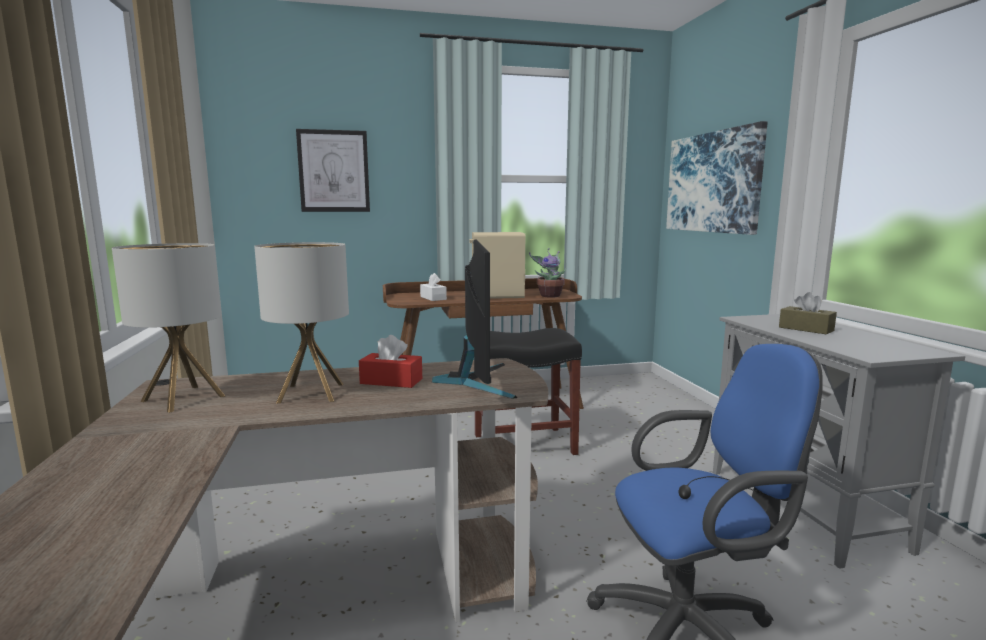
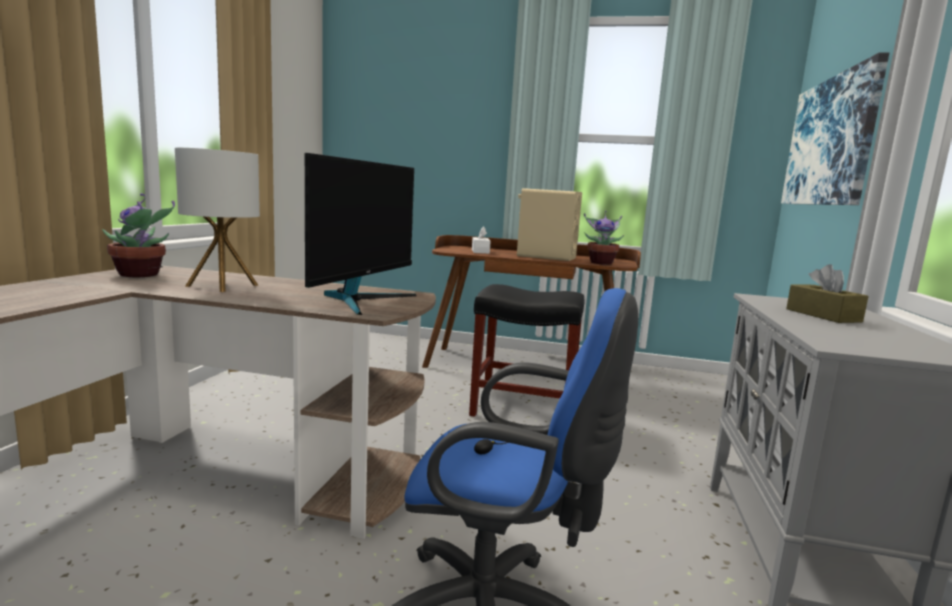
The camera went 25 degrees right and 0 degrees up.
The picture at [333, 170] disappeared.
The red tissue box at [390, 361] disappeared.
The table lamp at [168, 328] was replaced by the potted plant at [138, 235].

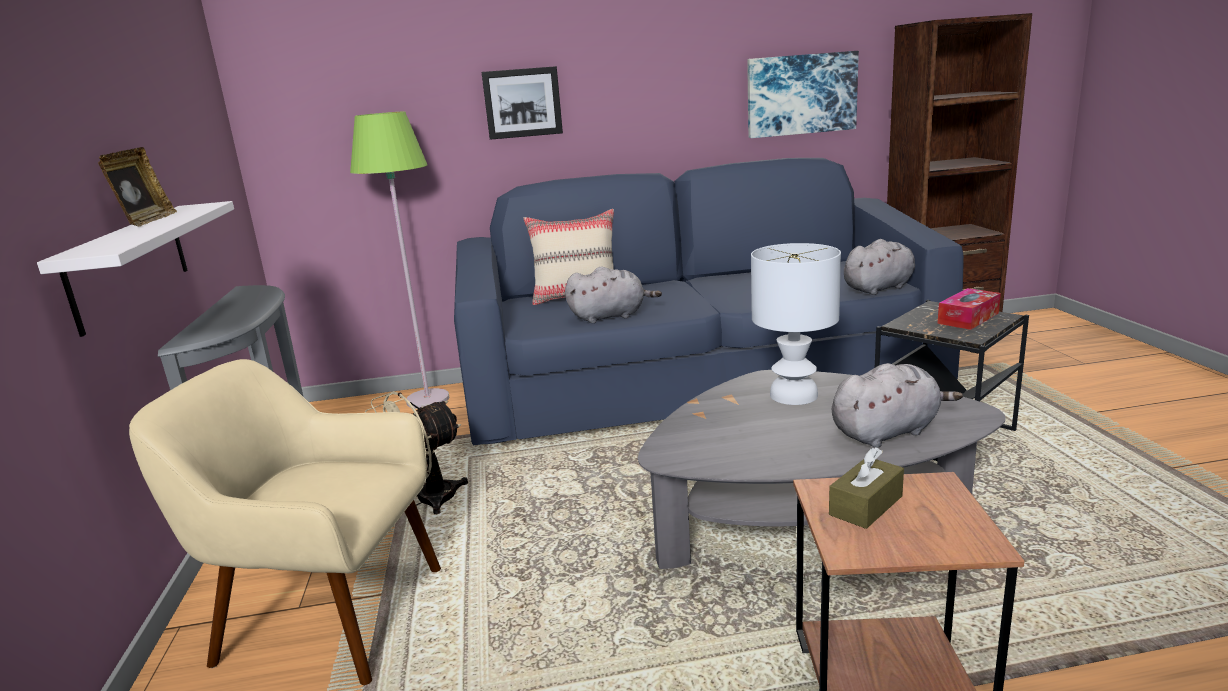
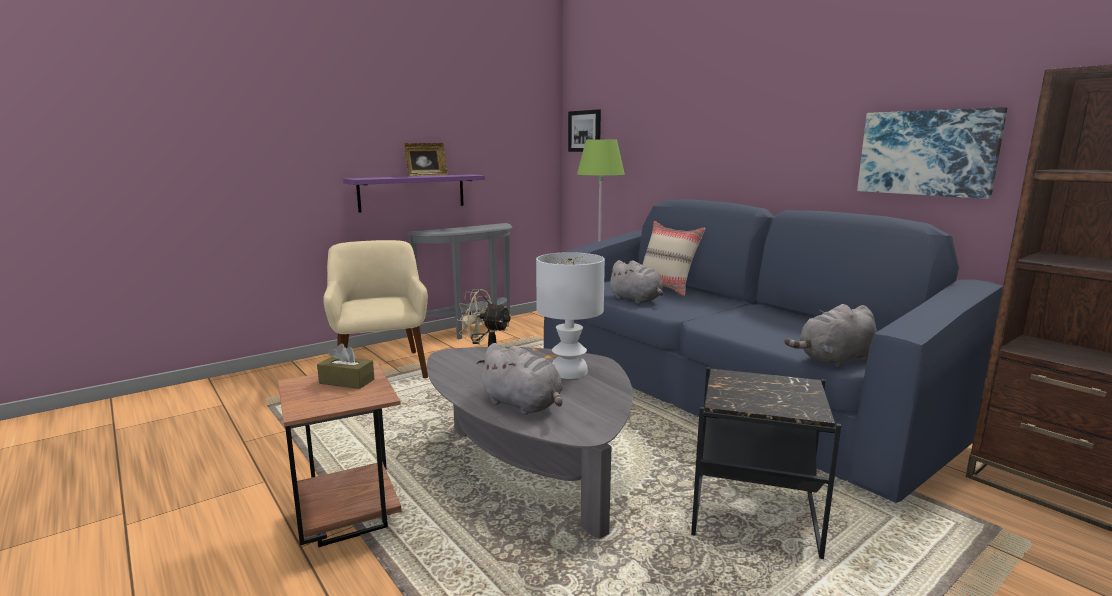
The camera went 60 degrees right and 5 degrees down.
The tissue box at [969, 309] disappeared.
The picture moved from [522, 103] to [584, 130].
The white shelf at [135, 269] became the purple shelf at [414, 193].
The grey plush toy at [879, 267] turned 120 degrees clockwise.

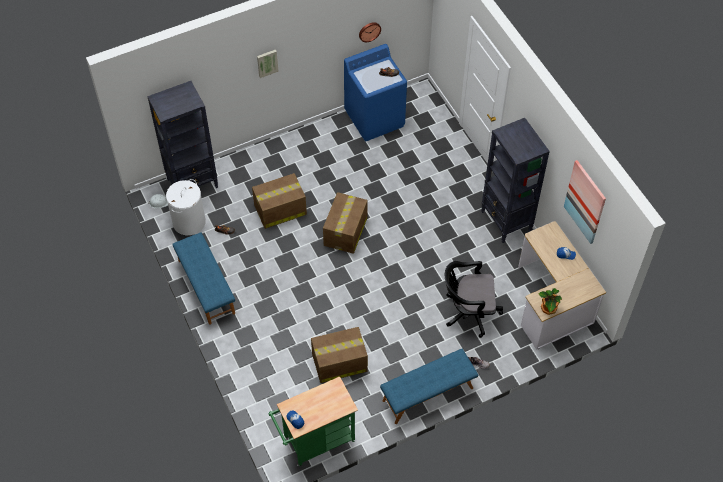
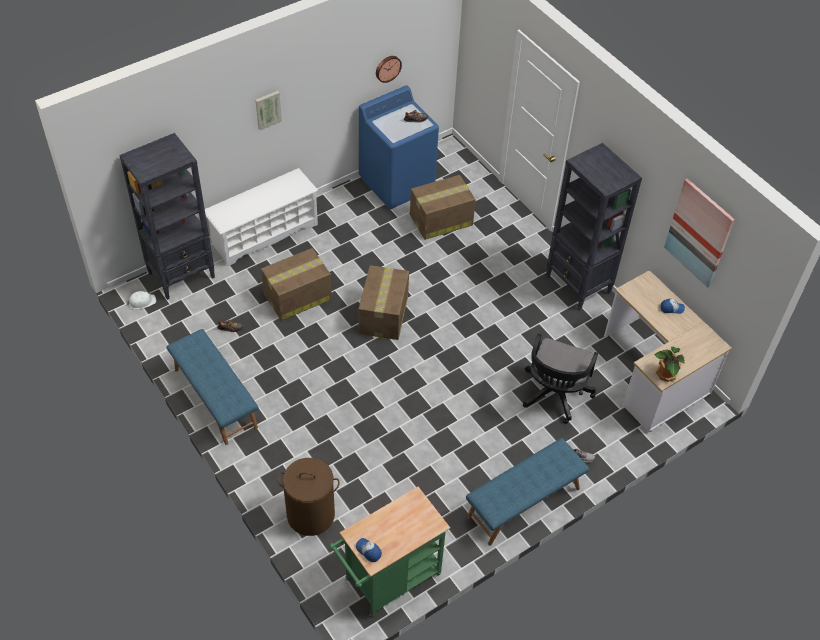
The camera went 10 degrees left and 5 degrees down.
The white laundry basket at [186, 207] disappeared.
The white shoe rack at [261, 217] appeared.
The brown laundry basket at [308, 497] appeared.
The cardboard box moved from [339, 355] to [443, 207].
The black office chair at [474, 299] turned 60 degrees counterclockwise.

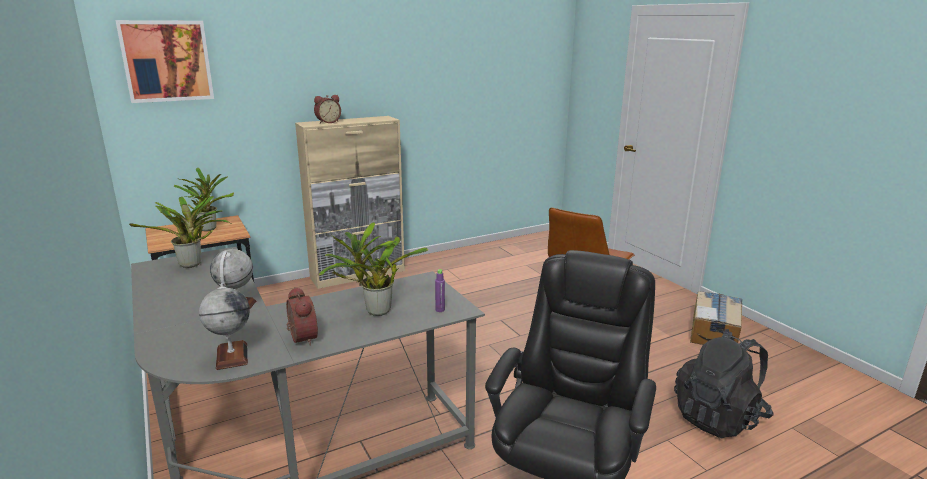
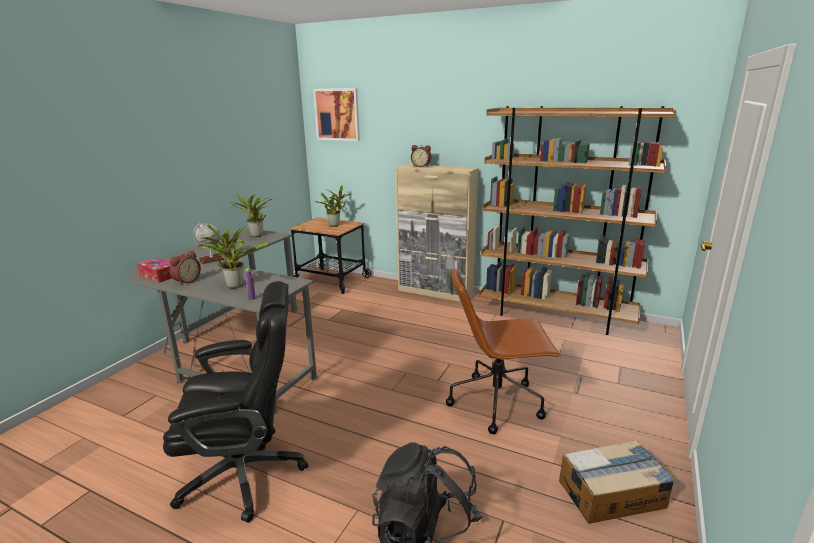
The camera went 55 degrees right and 0 degrees up.
The brown bookcase at [577, 220] appeared.
The globe at [224, 326] was replaced by the tissue box at [154, 270].

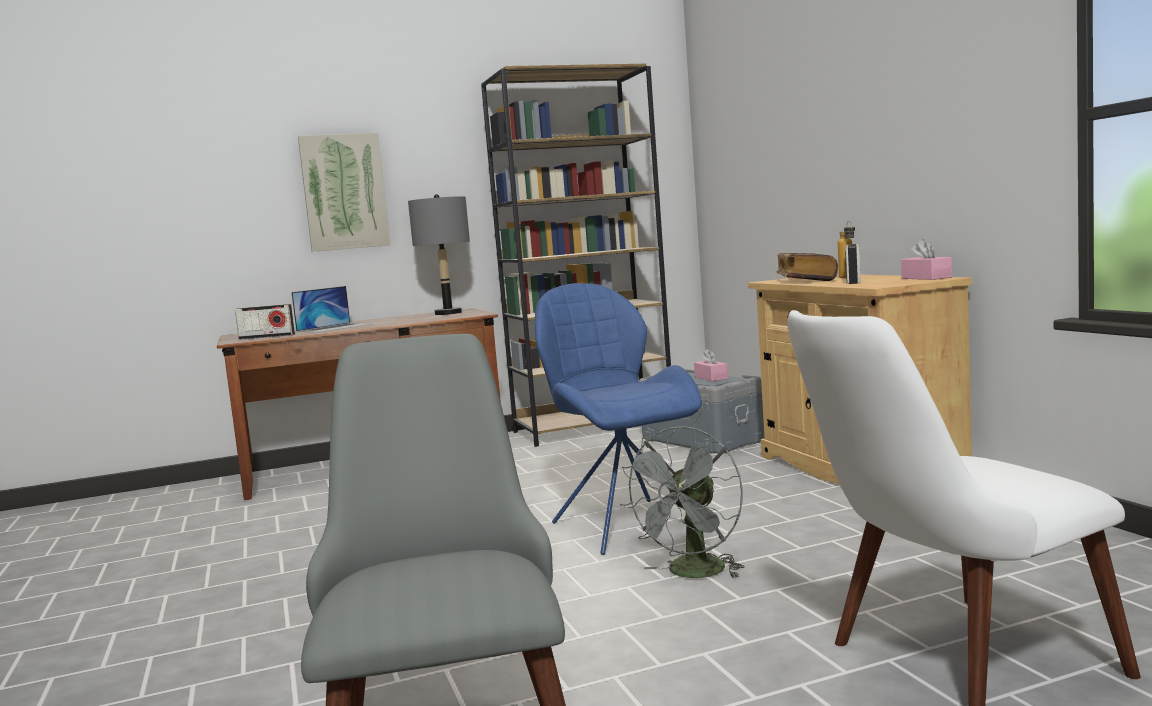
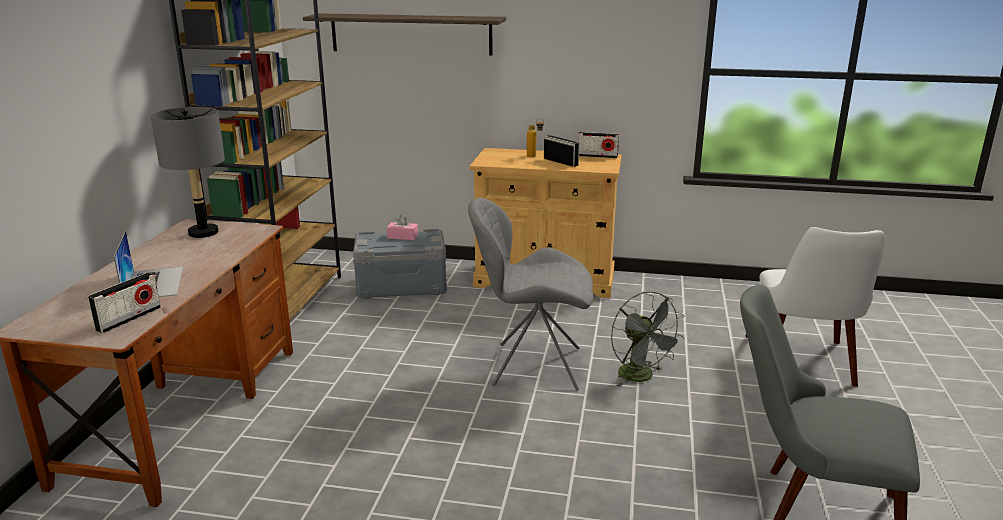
The camera went 60 degrees left and 15 degrees up.
The picture at [344, 192] disappeared.
The book at [807, 267] disappeared.
The shelf at [404, 34] appeared.
The pink tissue box at [926, 259] was replaced by the radio at [598, 145].
The blue chair at [618, 419] became the grey chair at [530, 294].

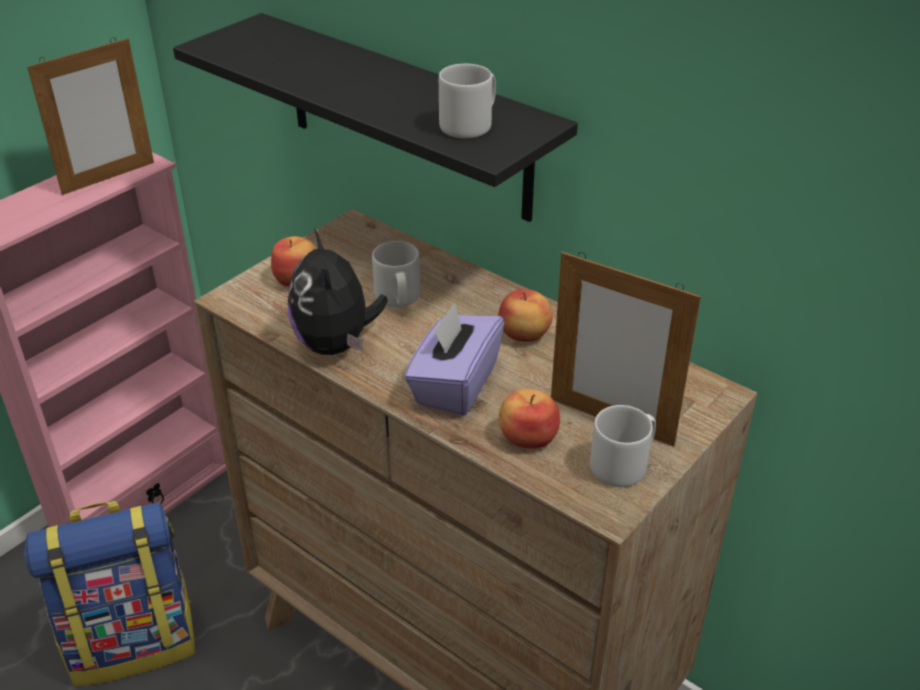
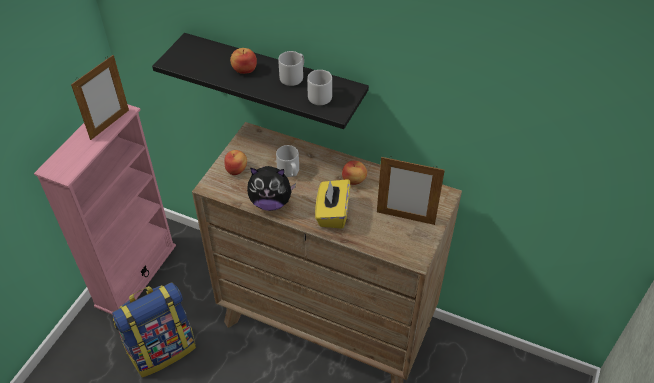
The camera went 15 degrees left and 10 degrees up.
The apple moved from [529, 419] to [243, 61].
The grey mug moved from [623, 446] to [291, 68].
The purple tissue box at [454, 359] became the yellow tissue box at [332, 204].
The plush toy at [337, 292] turned 60 degrees counterclockwise.

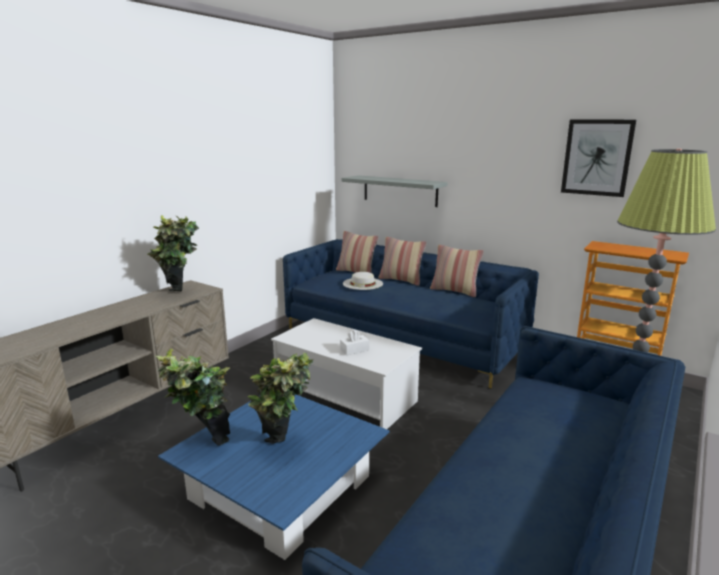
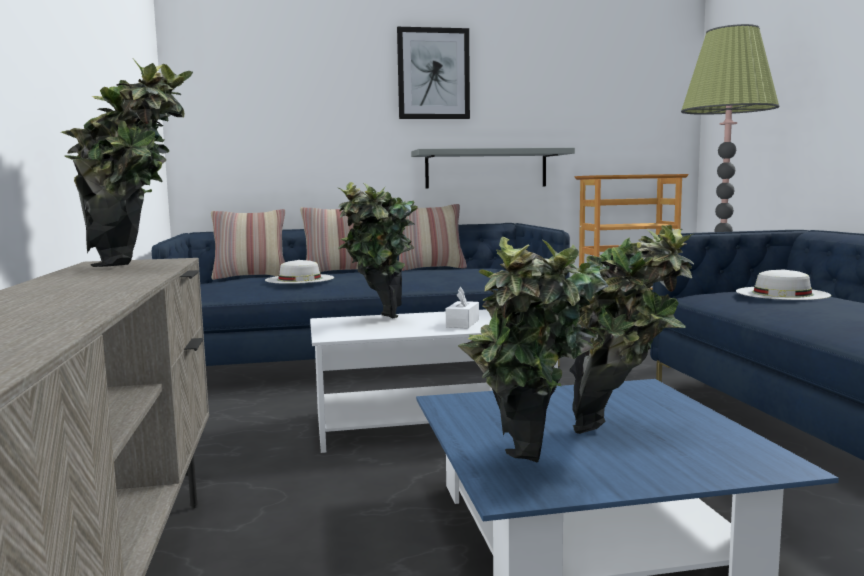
The camera went 45 degrees left and 10 degrees down.
The potted plant at [378, 250] appeared.
The white hat at [783, 284] appeared.
The grey shelf moved from [395, 191] to [493, 168].
The picture moved from [598, 158] to [433, 73].

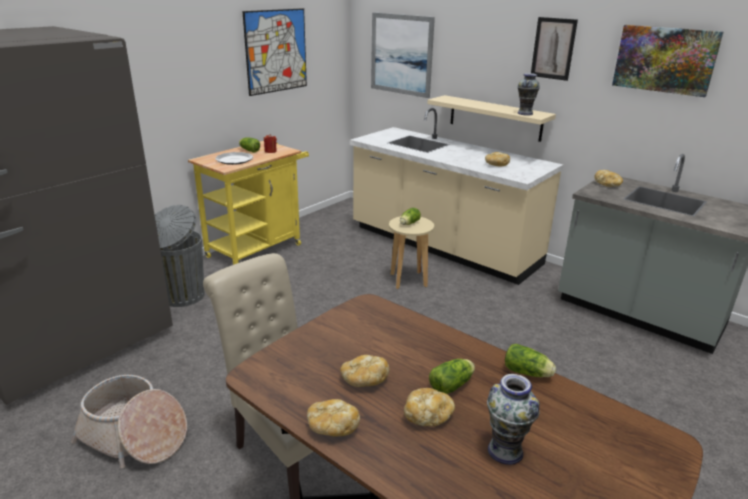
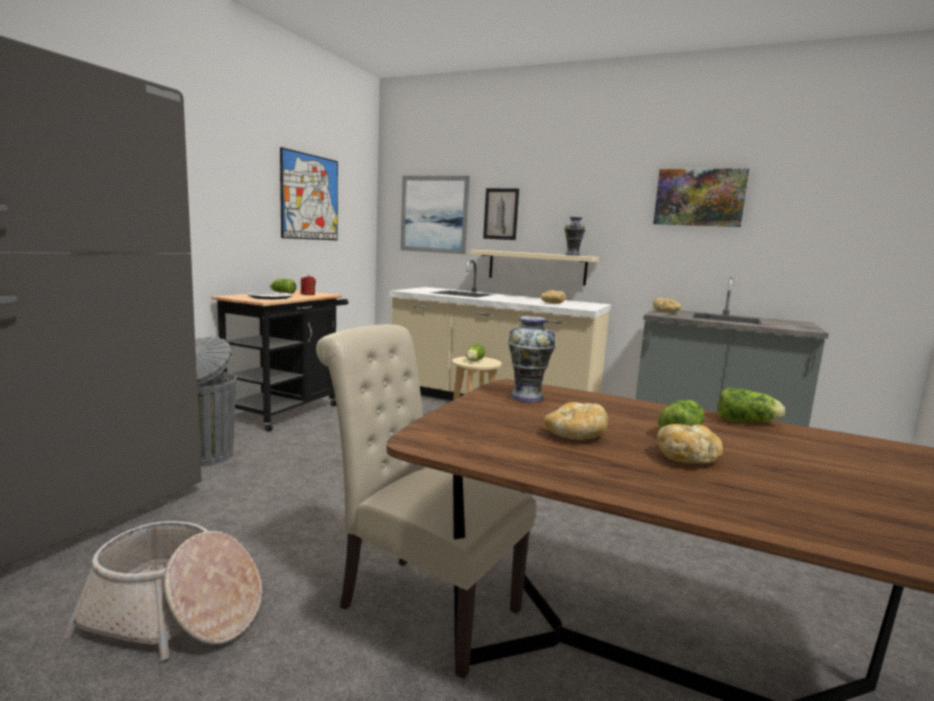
The camera went 15 degrees left and 15 degrees down.
The bread at [333, 418] disappeared.
The vase moved from [513, 419] to [531, 359].
The picture moved from [554, 49] to [501, 214].
The yellow cart at [248, 203] became the black cart at [279, 361].

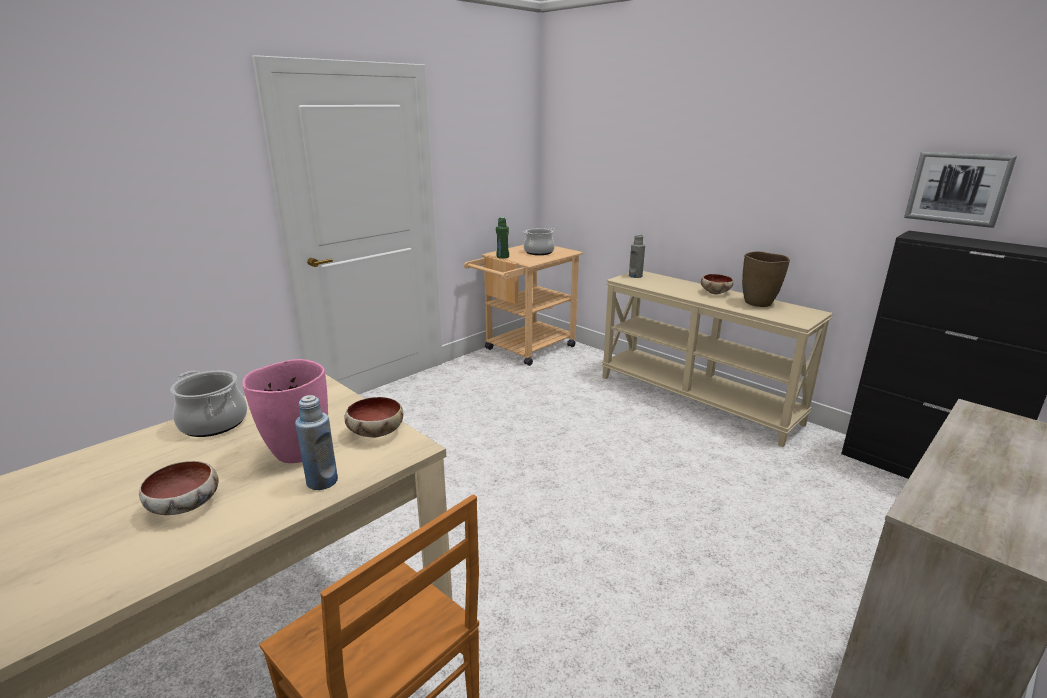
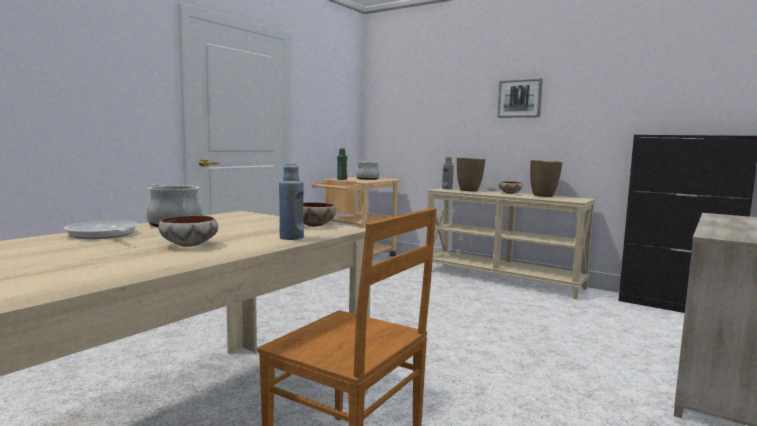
The camera went 10 degrees left and 15 degrees down.
The pink vase at [285, 411] disappeared.
The frying pan at [101, 230] appeared.
The brown vase at [471, 175] appeared.
The picture moved from [960, 189] to [520, 98].

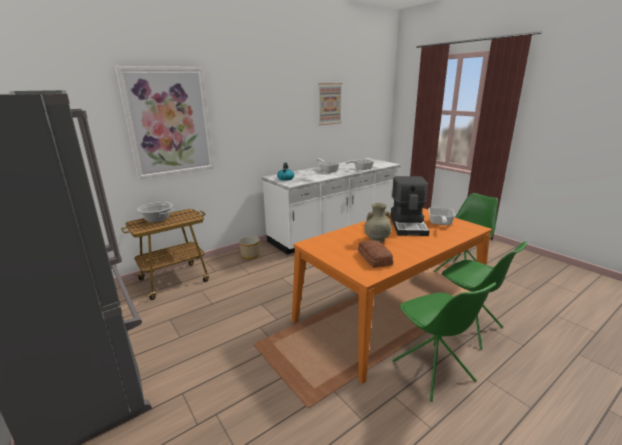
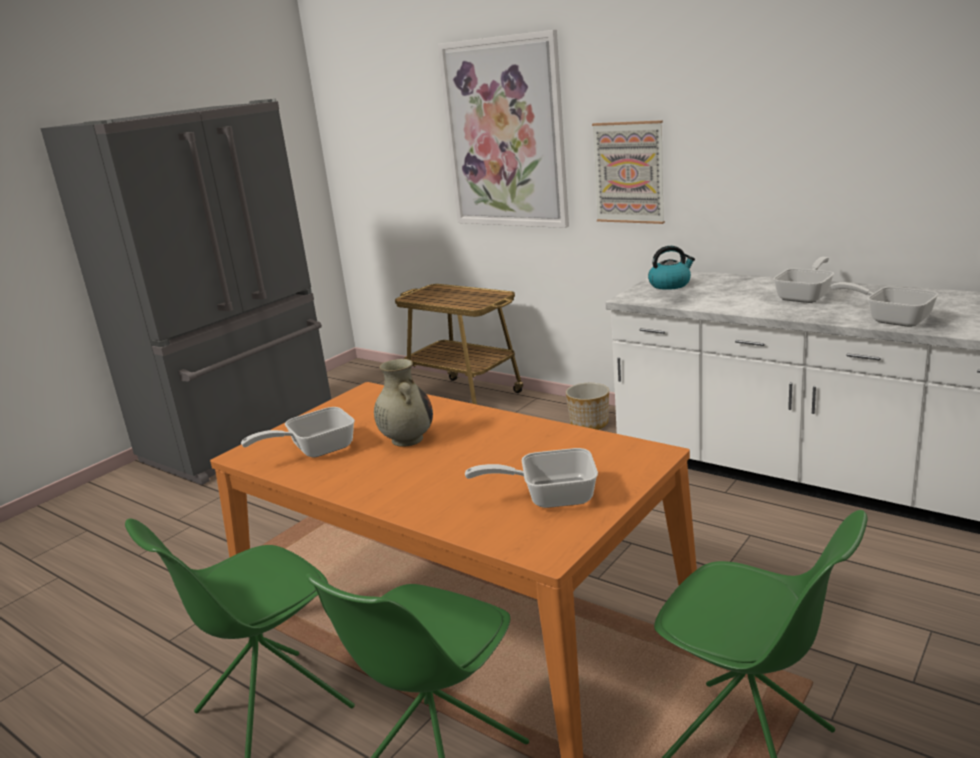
The camera went 75 degrees right and 0 degrees up.
The cooking pot at [155, 212] disappeared.
The coffee machine at [410, 206] disappeared.
The picture moved from [330, 104] to [628, 172].
The bread at [375, 254] was replaced by the frying pan at [298, 432].

